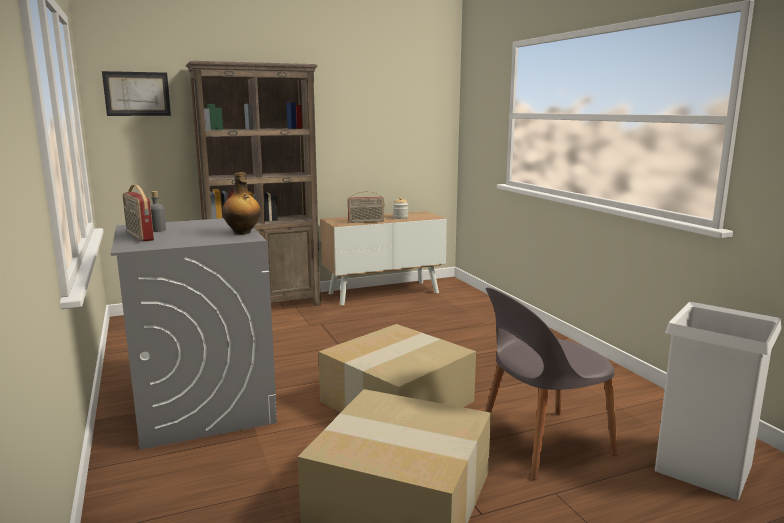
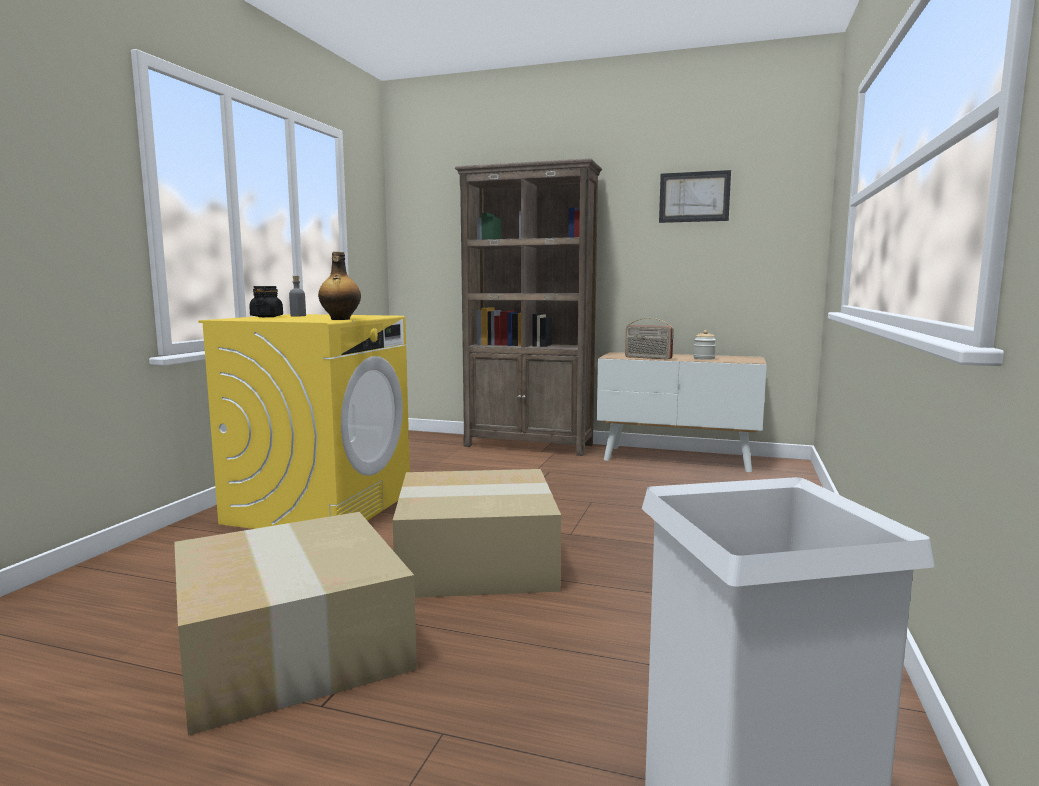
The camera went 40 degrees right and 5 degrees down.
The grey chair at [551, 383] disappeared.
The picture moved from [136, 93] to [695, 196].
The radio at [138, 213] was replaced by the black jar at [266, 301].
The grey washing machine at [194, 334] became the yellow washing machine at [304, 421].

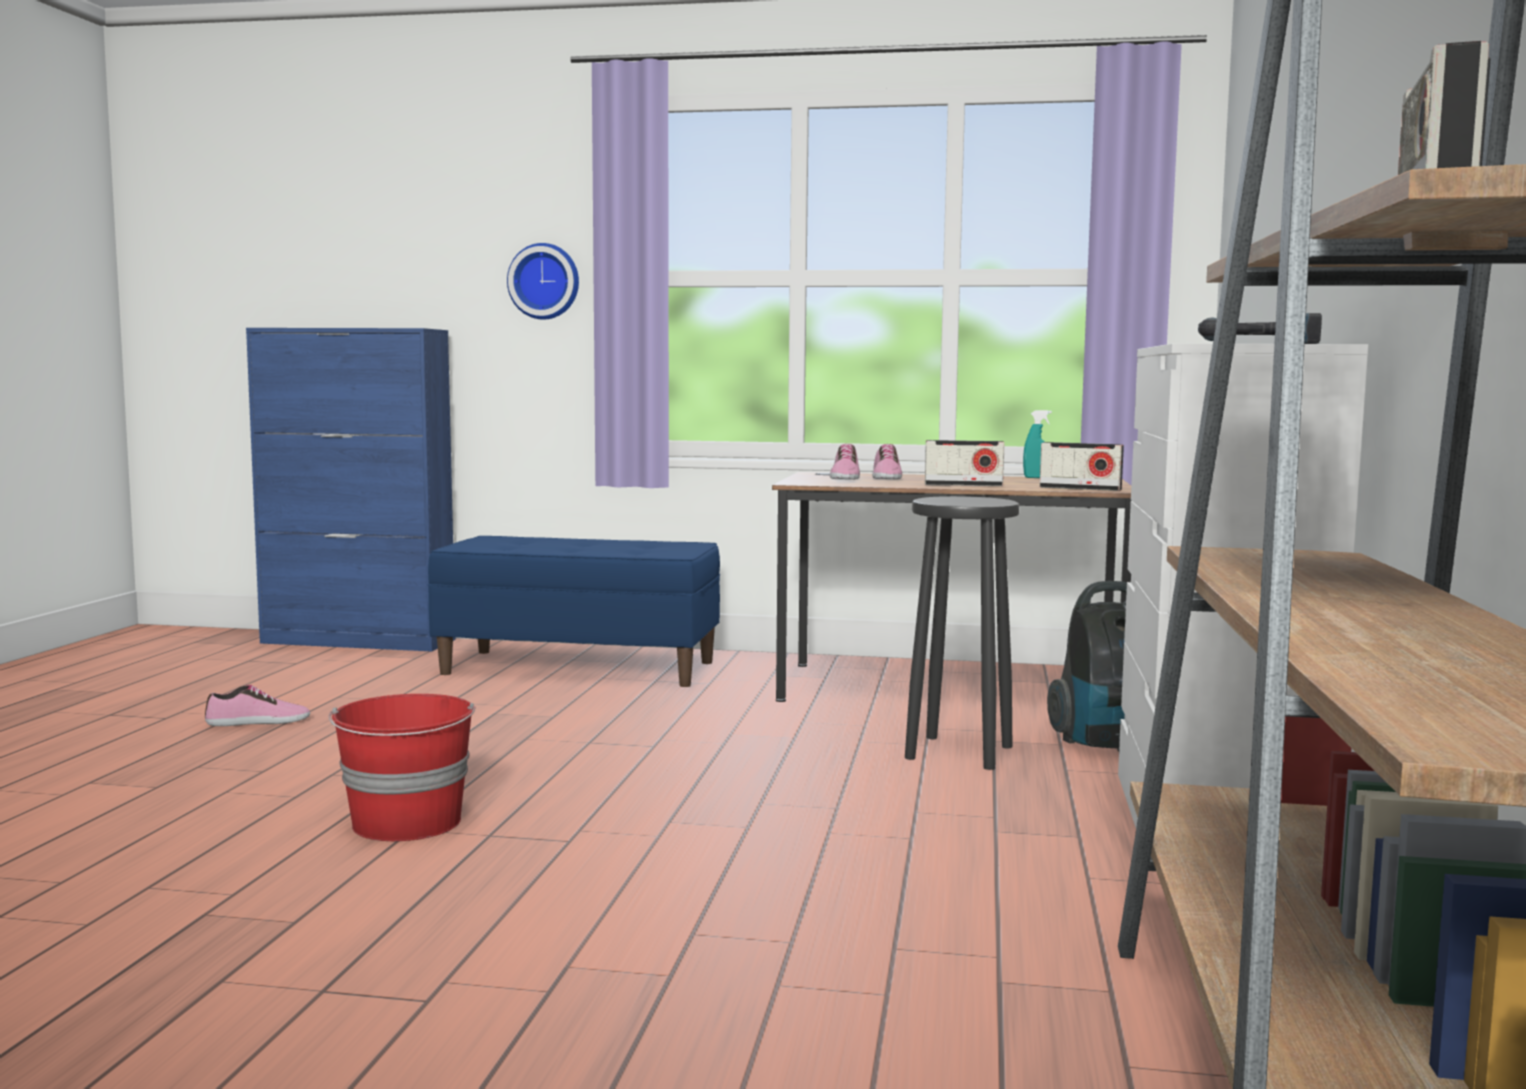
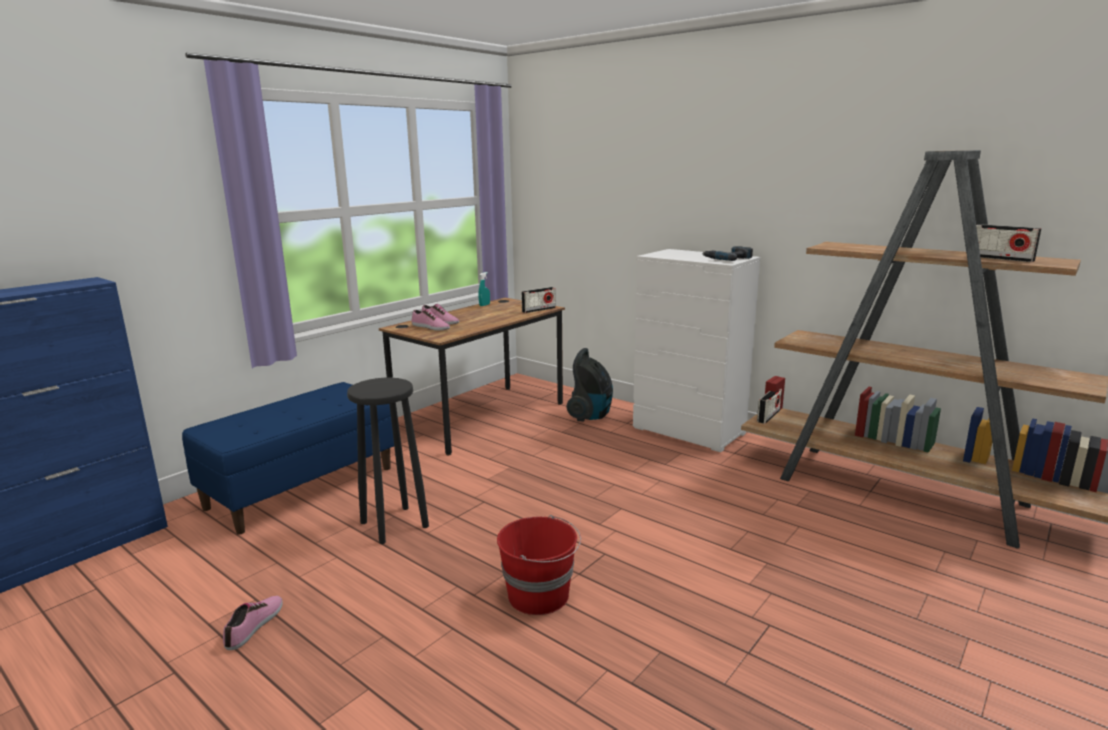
The camera went 60 degrees left and 10 degrees up.
The wall clock at [543, 281] disappeared.
The black stool moved from [962, 633] to [388, 461].
The radio moved from [965, 463] to [769, 406].

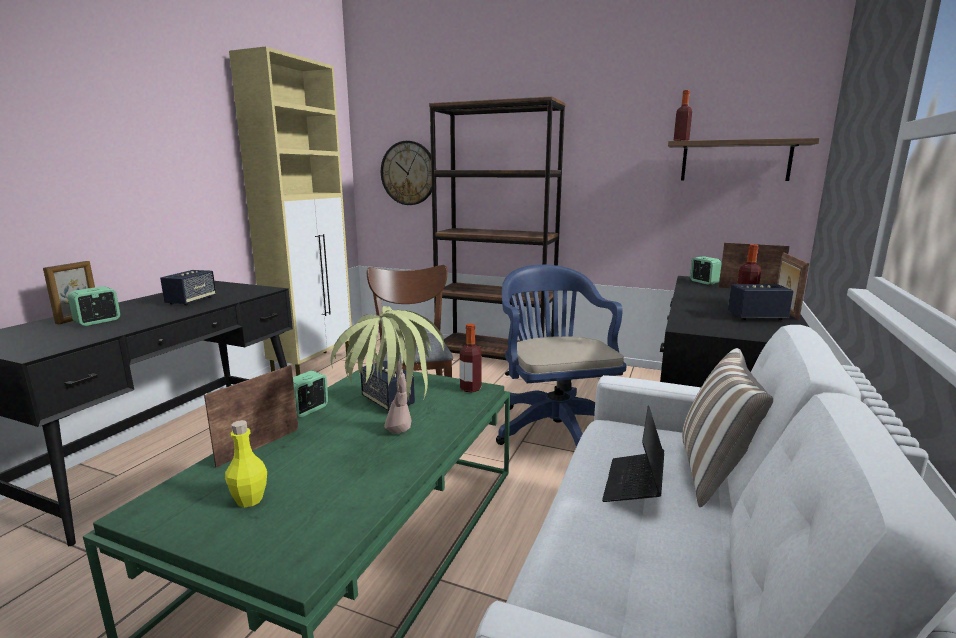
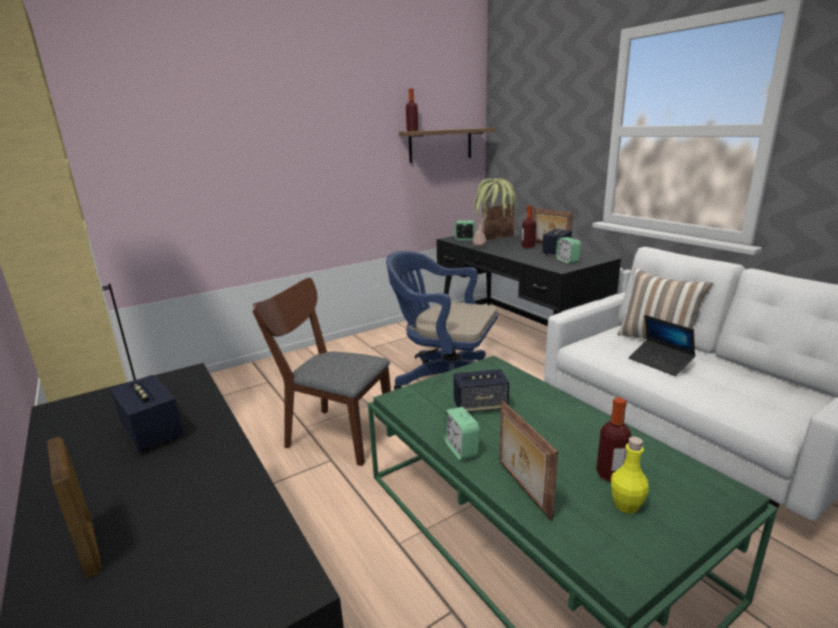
The camera went 55 degrees left and 5 degrees up.
The wall clock at [406, 173] disappeared.
The brown bookcase at [497, 228] disappeared.
The alarm clock moved from [94, 306] to [568, 250].
The potted plant moved from [387, 370] to [493, 213].
The bottle moved from [470, 358] to [613, 439].

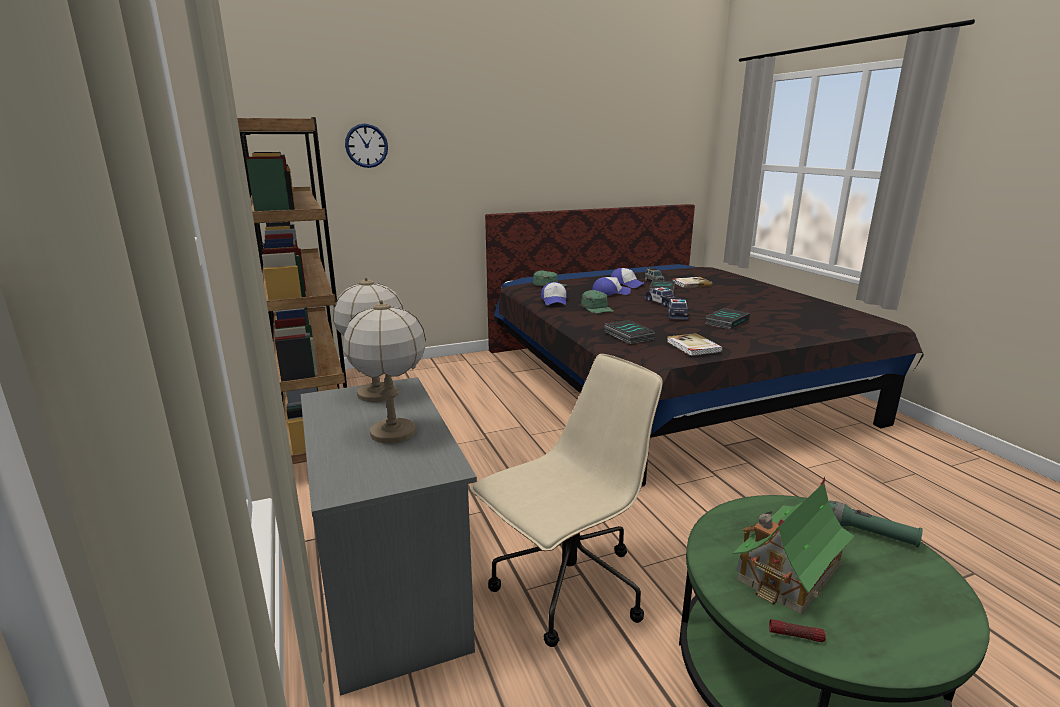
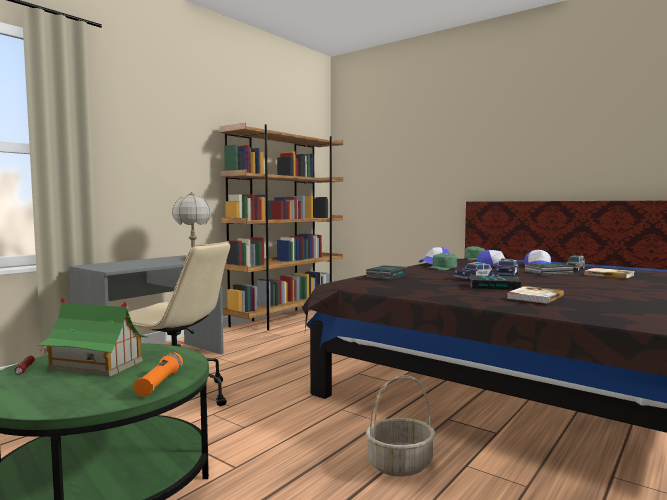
The camera went 60 degrees right and 15 degrees down.
The table lamp at [385, 372] disappeared.
The wall clock at [366, 146] disappeared.
The basket at [400, 426] appeared.
The book moved from [695, 344] to [535, 295].
The green flashlight at [876, 524] became the orange flashlight at [158, 374].

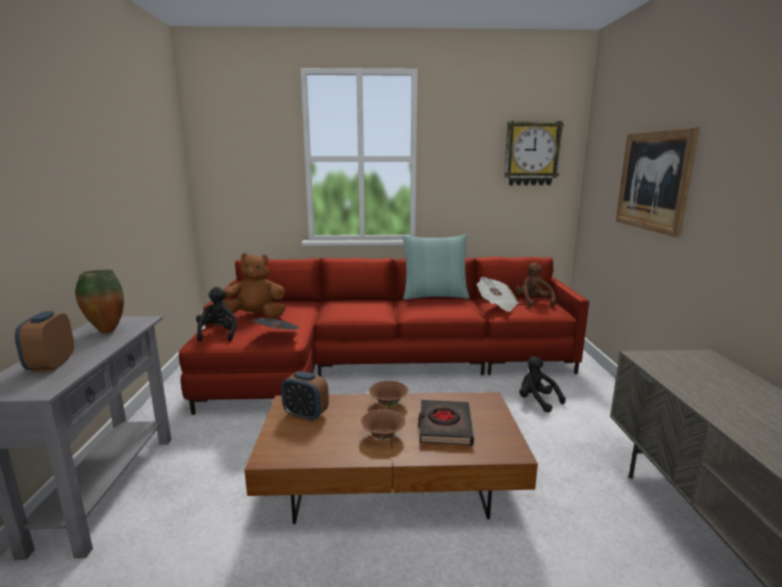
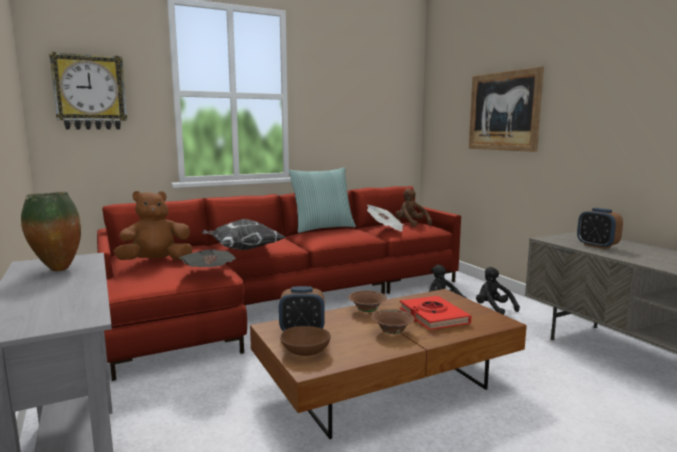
The camera went 25 degrees left and 5 degrees down.
The pillow at [243, 234] appeared.
The brown bowl at [305, 341] appeared.
The alarm clock moved from [44, 341] to [600, 228].
The black plush toy moved from [216, 314] to [498, 291].
The wall clock moved from [534, 153] to [88, 91].
The black book at [446, 423] became the red book at [436, 313].

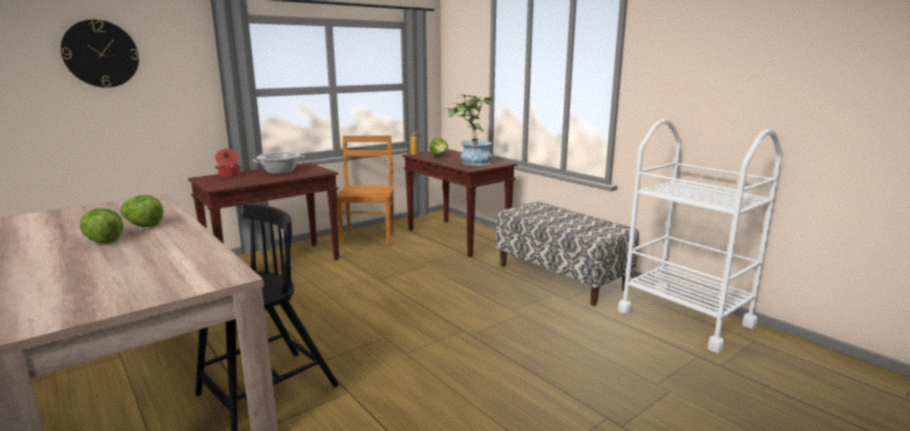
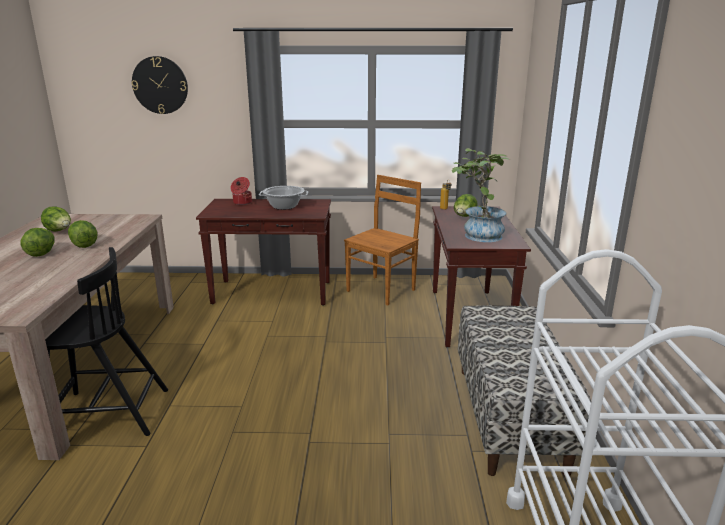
The camera went 40 degrees right and 5 degrees up.
The lettuce at [56, 218] appeared.

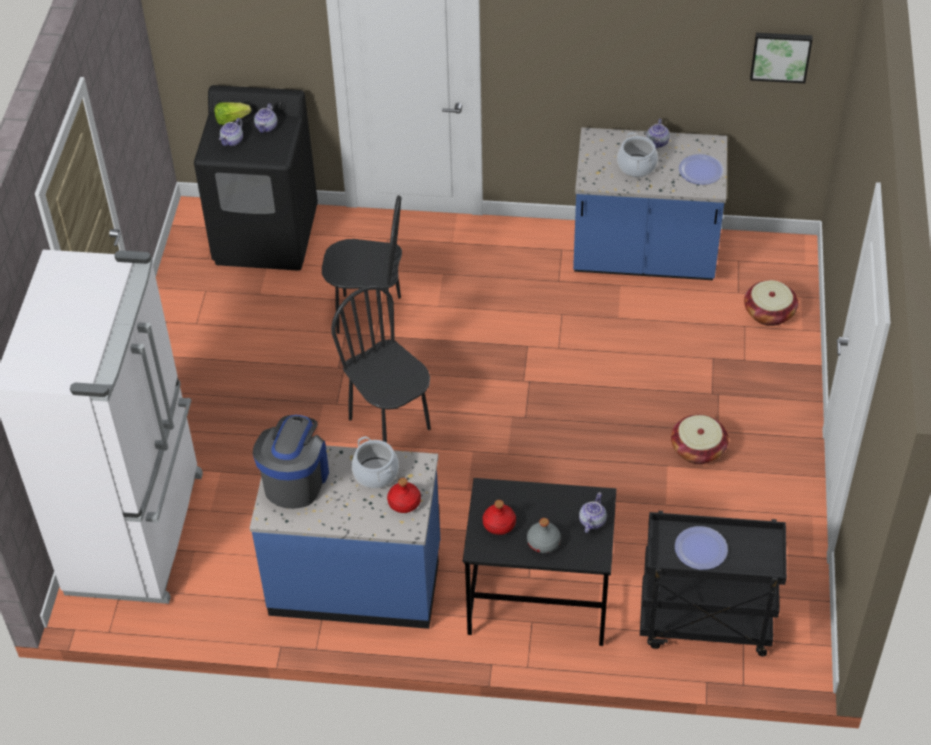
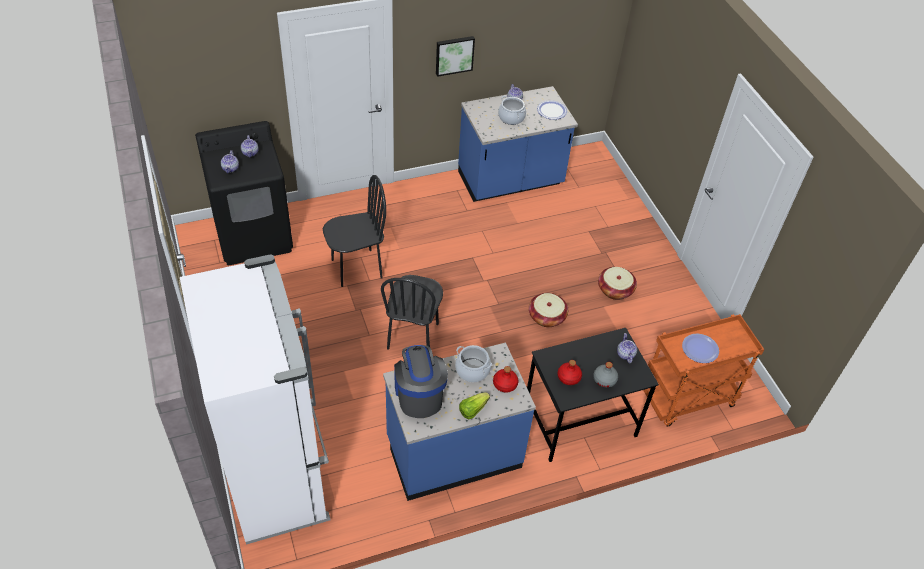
The camera went 30 degrees left and 0 degrees up.
The lettuce moved from [232, 113] to [474, 405].
The basket moved from [771, 303] to [548, 310].
The picture moved from [781, 58] to [455, 56].
The black cart at [713, 583] became the orange cart at [703, 370].
The black chair at [381, 364] turned 105 degrees counterclockwise.

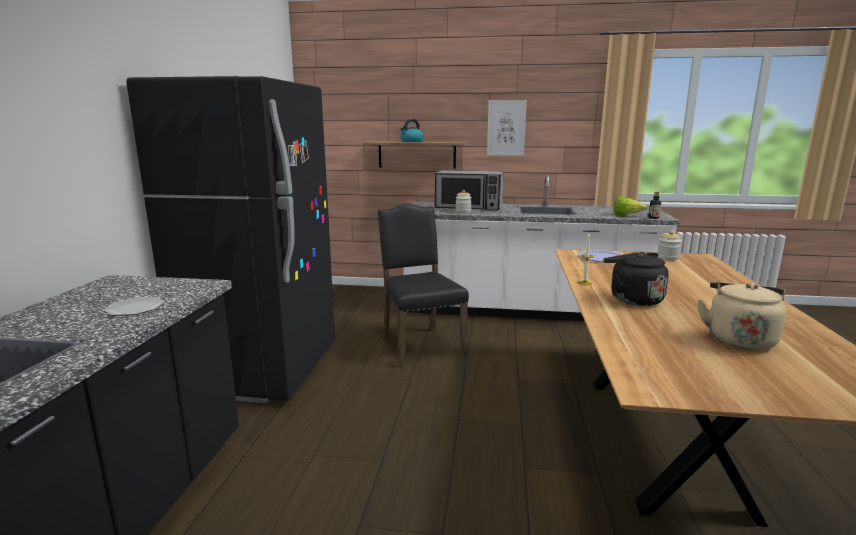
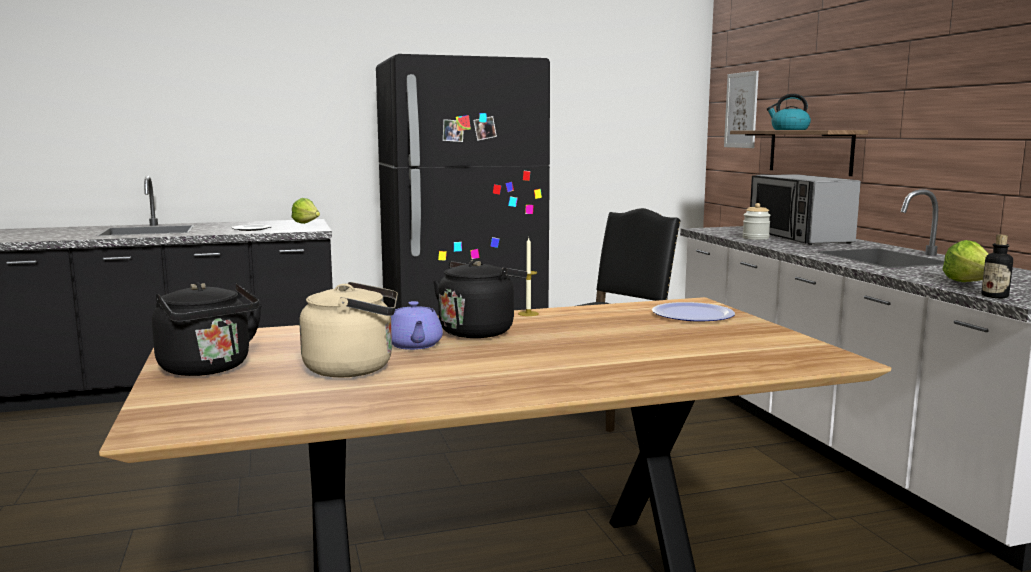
The camera went 65 degrees right and 5 degrees down.
The jar at [670, 245] disappeared.
The black kettle at [207, 329] appeared.
The lettuce at [306, 211] appeared.
The purple teapot at [417, 325] appeared.
The picture moved from [507, 128] to [741, 109].

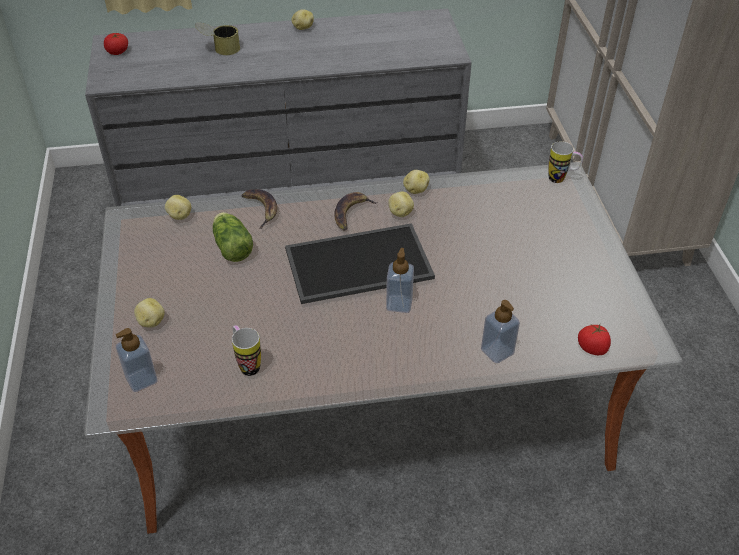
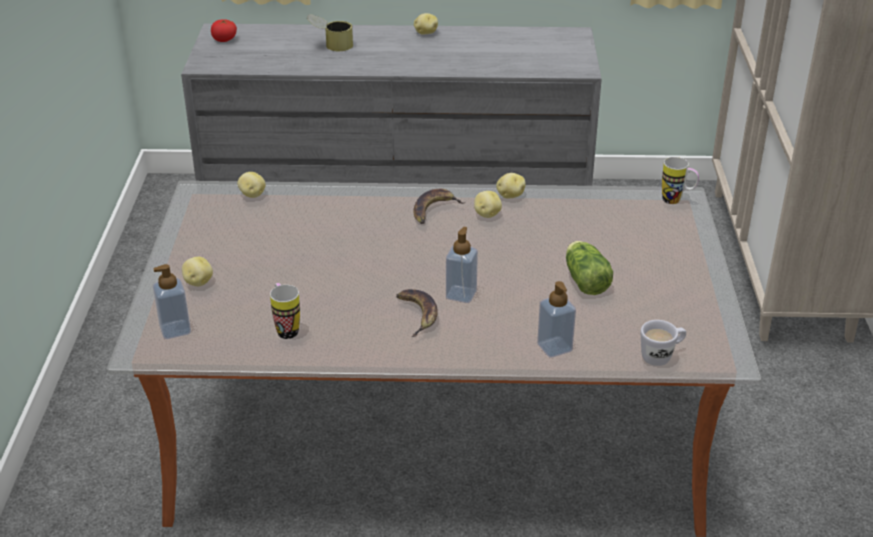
The camera went 10 degrees right and 10 degrees down.
The tray at [360, 263] disappeared.
The lettuce moved from [233, 237] to [589, 268].
The banana moved from [259, 209] to [417, 313].
The tomato at [594, 340] was replaced by the white mug at [663, 343].

